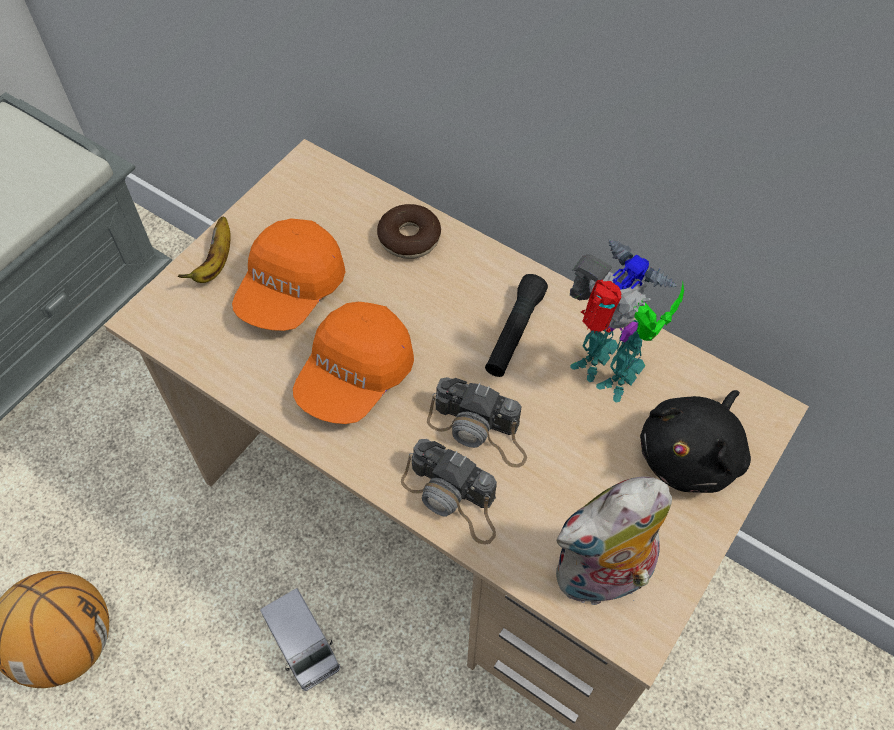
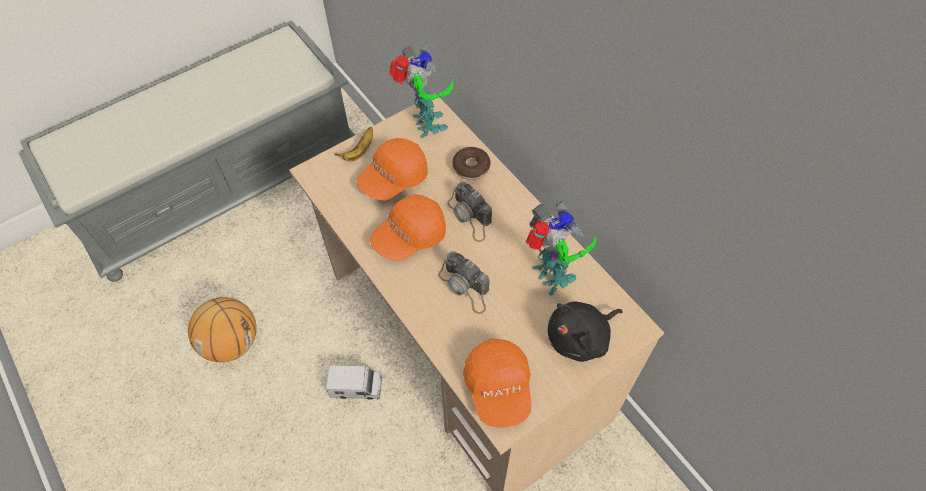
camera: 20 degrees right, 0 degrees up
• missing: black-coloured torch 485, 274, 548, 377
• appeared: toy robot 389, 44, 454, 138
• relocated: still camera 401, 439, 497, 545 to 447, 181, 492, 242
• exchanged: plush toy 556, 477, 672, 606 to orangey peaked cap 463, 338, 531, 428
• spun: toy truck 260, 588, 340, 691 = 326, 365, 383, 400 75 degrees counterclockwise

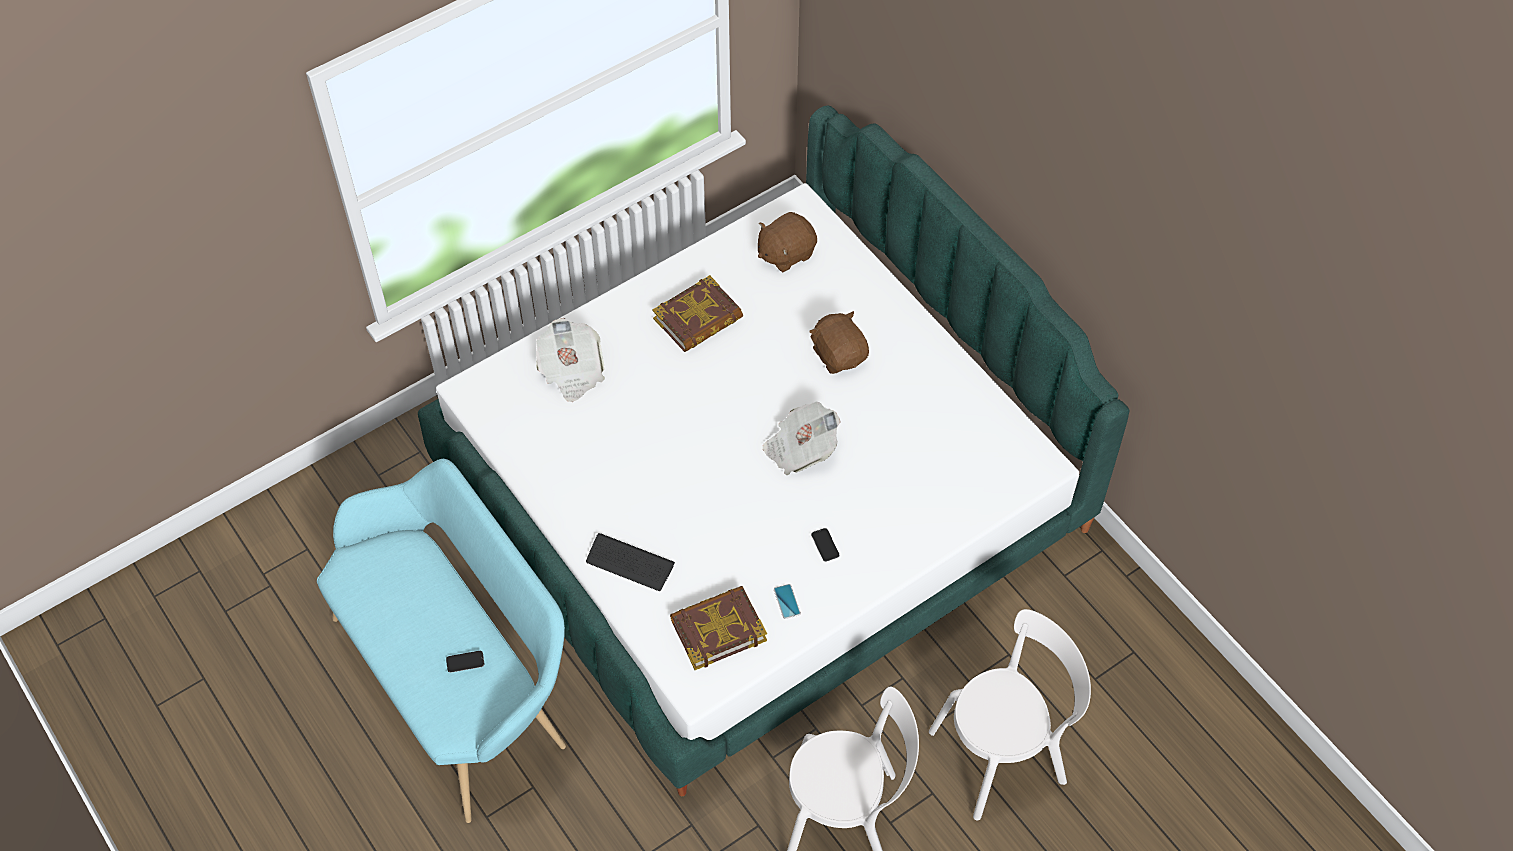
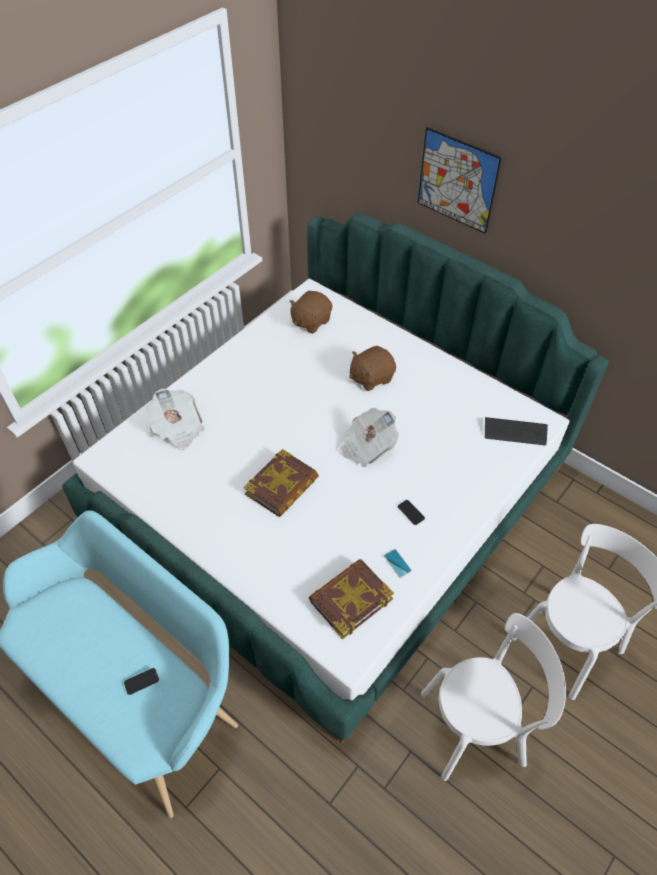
camera: 15 degrees left, 5 degrees down
• appeared: wall art 418, 127, 502, 234
• relocated: computer keyboard 586, 533, 675, 591 to 485, 417, 548, 445
• relocated: book 653, 275, 743, 352 to 244, 449, 319, 517
• spun: brownish plush toy 809, 311, 869, 374 = 349, 346, 396, 391 75 degrees counterclockwise

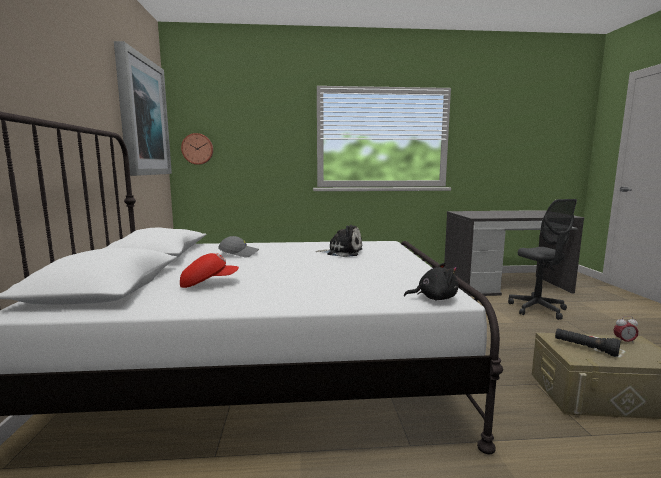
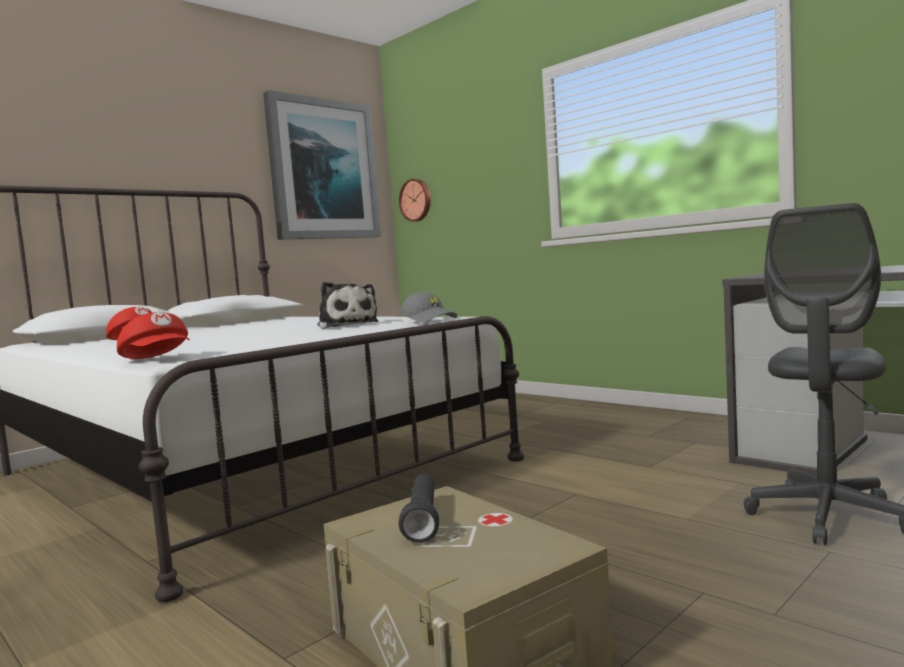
camera: 50 degrees right, 5 degrees down
• missing: table clock 614, 316, 639, 344
• relocated: greyish peaked cap 218, 236, 259, 257 to 400, 292, 457, 323
• exchanged: black-coloured plush toy 404, 263, 458, 300 to reddish peaked cap 117, 312, 190, 359

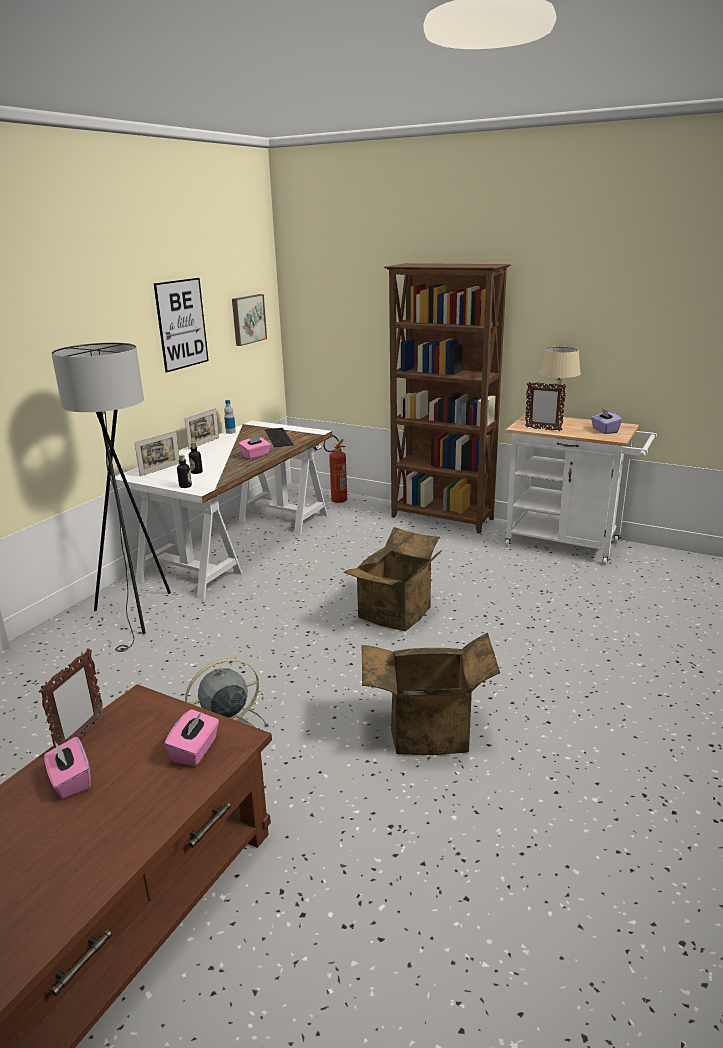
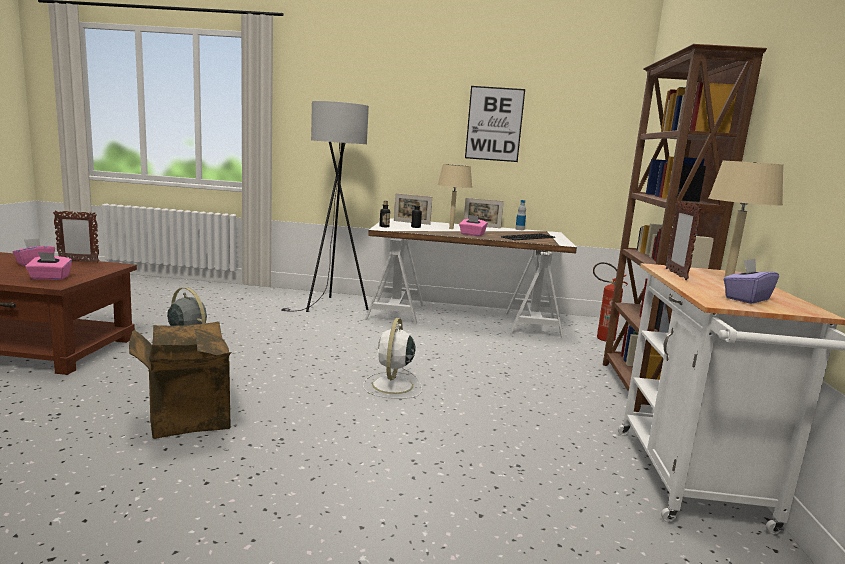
camera: 65 degrees right, 10 degrees down
• missing: wall art 232, 294, 267, 346
• appeared: sand-coloured table lamp 438, 164, 472, 229
• exchanged: carton 344, 527, 442, 631 to white fan 363, 318, 422, 399

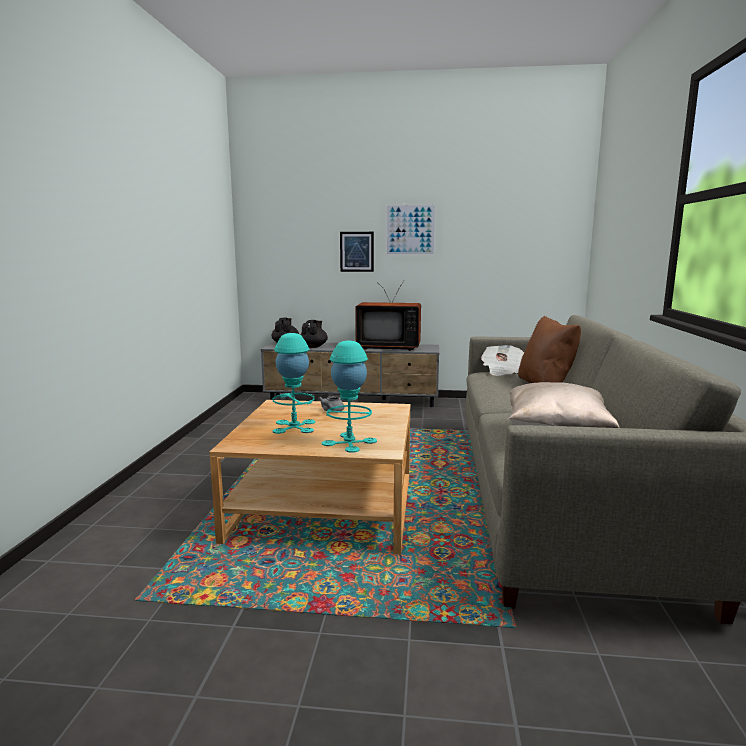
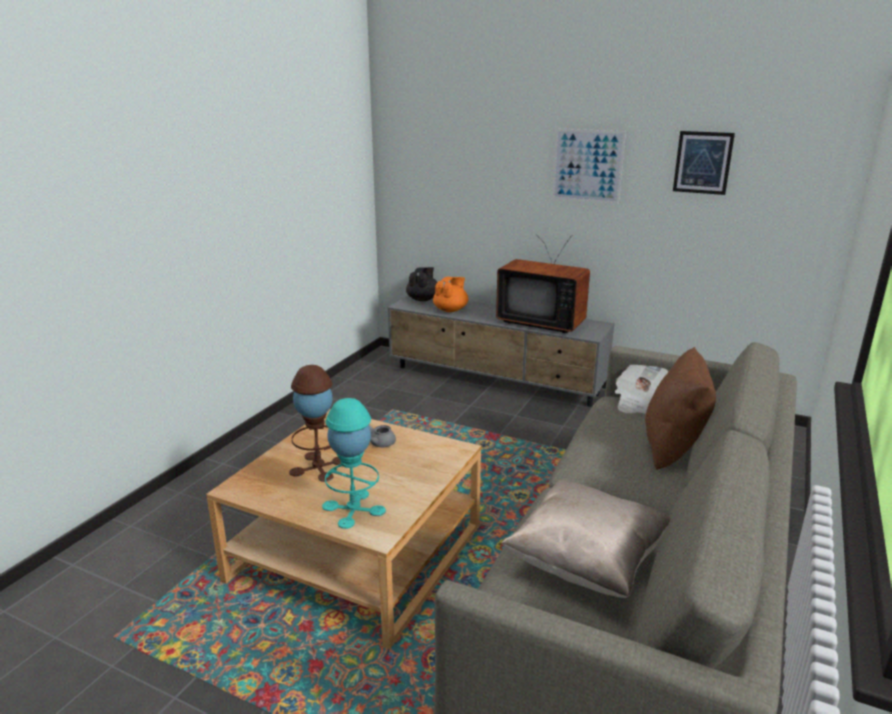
camera: 20 degrees right, 10 degrees up
• relocated: wall art 340, 232, 374, 272 to 673, 131, 735, 195
• colour: turquoise-coloured table lamp 273, 333, 315, 434 to brownish table lamp 289, 365, 341, 482
• colour: black-coloured pot for tea 300, 320, 328, 348 to orangey pot for tea 433, 277, 468, 312

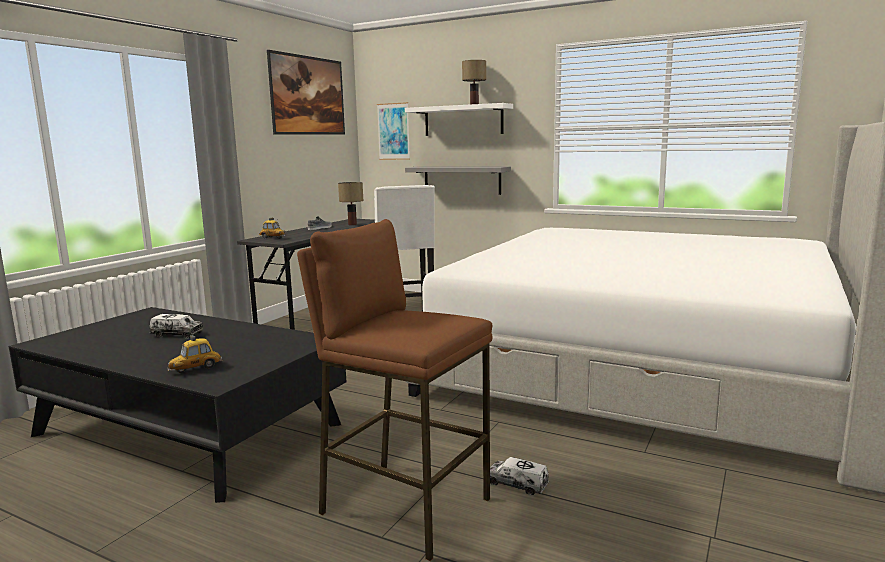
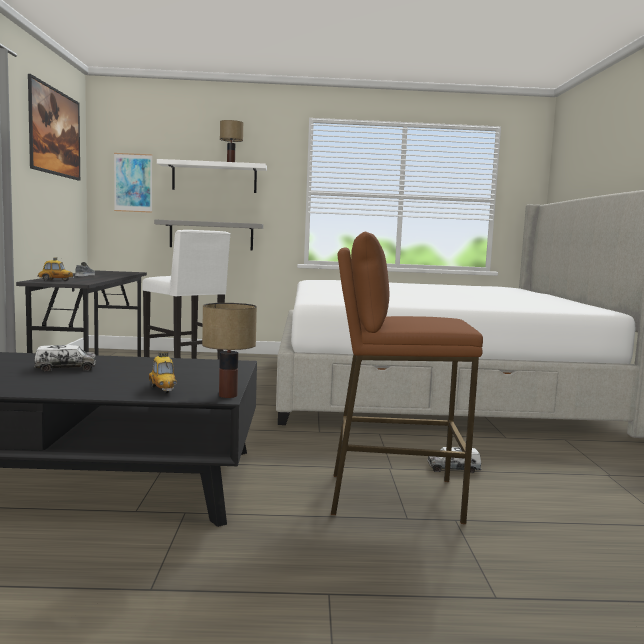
camera: 30 degrees left, 5 degrees down
• relocated: table lamp 338, 182, 363, 225 to 202, 303, 257, 398
• spun: toy car 167, 335, 223, 373 = 149, 352, 177, 394 45 degrees counterclockwise

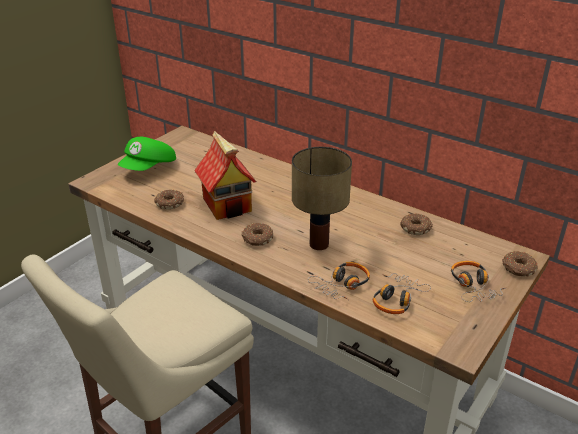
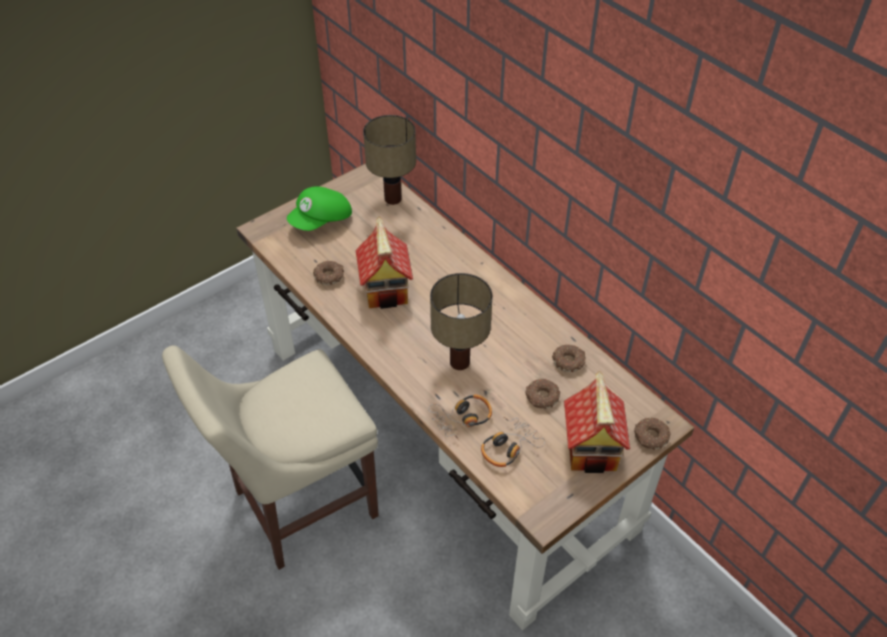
camera: 15 degrees right, 15 degrees up
• appeared: table lamp 363, 115, 416, 205
• relocated: donut 242, 223, 273, 246 to 525, 379, 560, 409
• exchanged: headset 451, 261, 506, 302 to toy house 564, 370, 630, 473

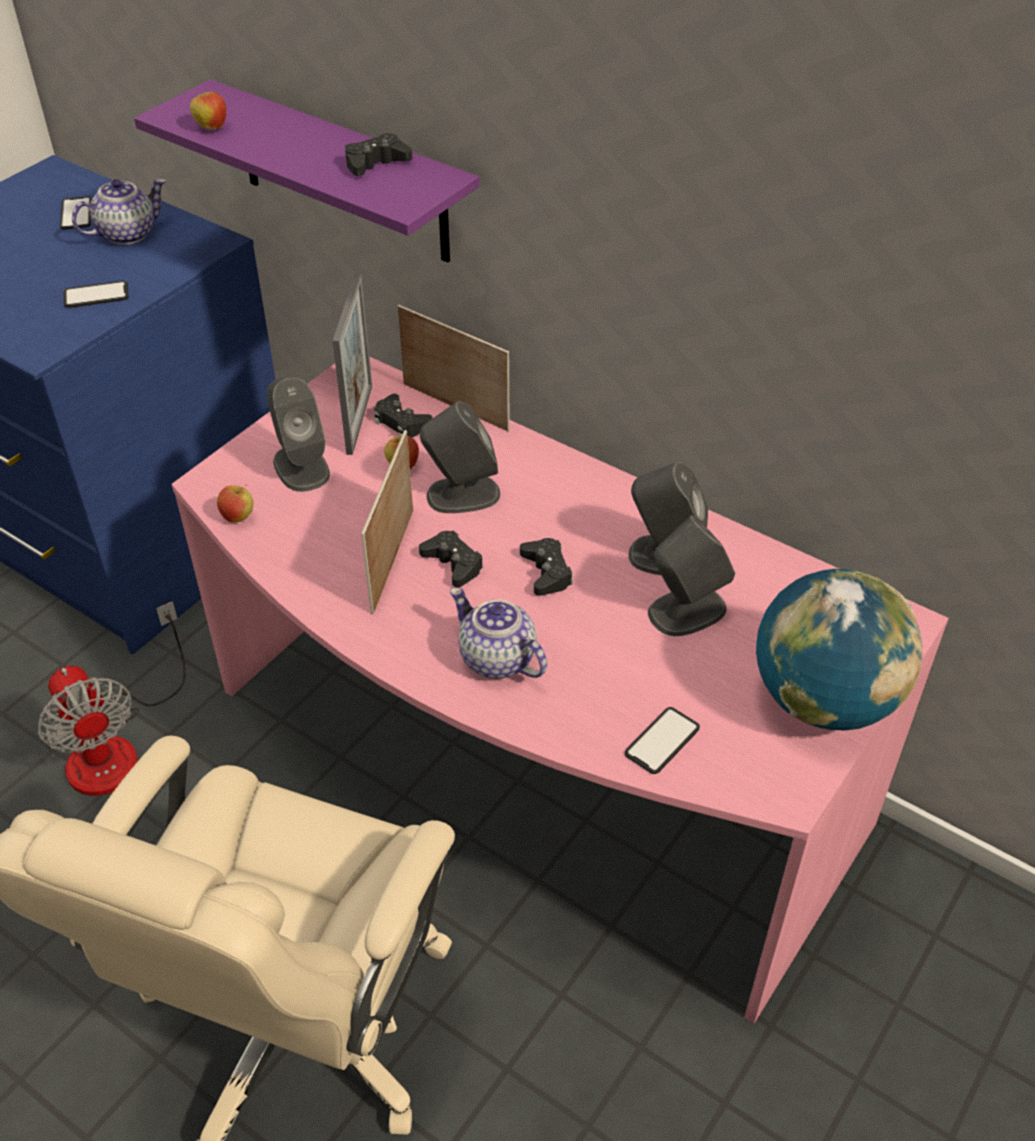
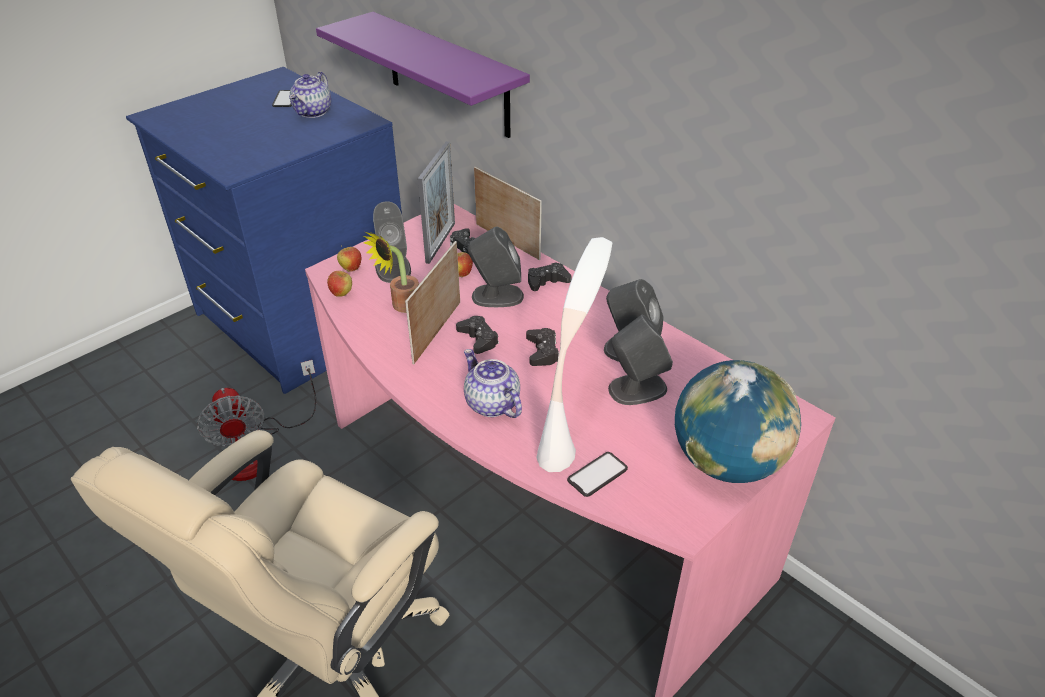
camera: 10 degrees right, 5 degrees down
• missing: phone 63, 281, 129, 308
• appeared: potted plant 363, 232, 419, 313
• appeared: white table lamp 536, 237, 612, 472
• relocated: apple fruit 190, 91, 226, 130 to 337, 246, 361, 271
• relocated: black-coloured game controller 345, 133, 412, 176 to 528, 262, 572, 291
• spun: pot for tea 72, 179, 166, 245 = 289, 72, 331, 118 135 degrees clockwise

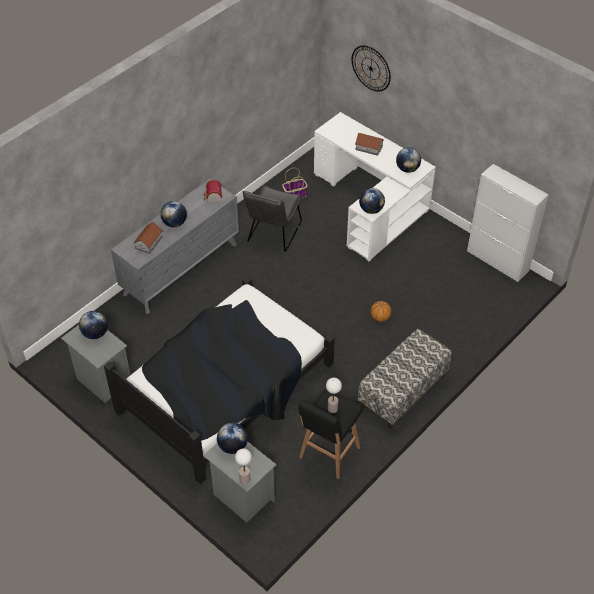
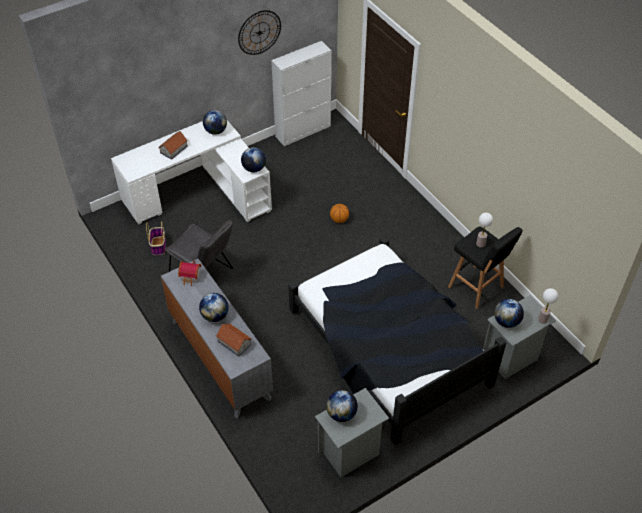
camera: 75 degrees left, 0 degrees up
• missing: indoor bench 358, 329, 452, 429
• relocated: clock on the wall 352, 45, 391, 92 to 238, 10, 281, 55

